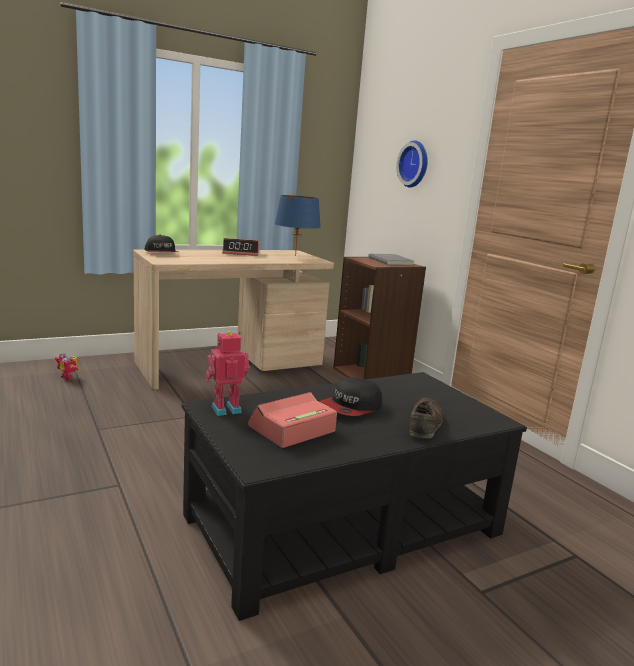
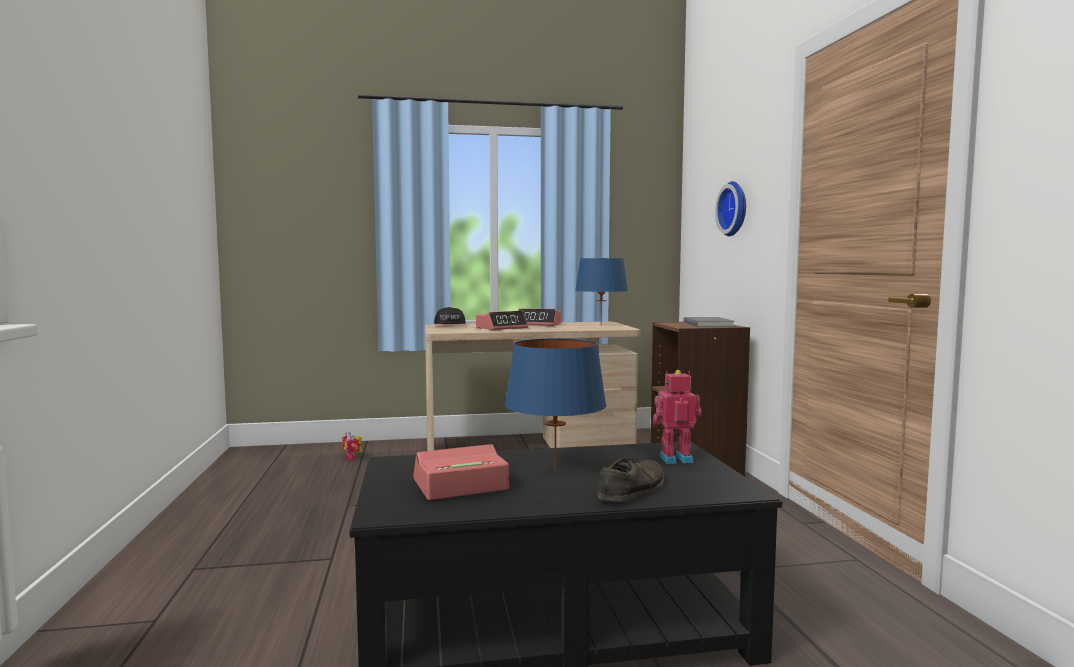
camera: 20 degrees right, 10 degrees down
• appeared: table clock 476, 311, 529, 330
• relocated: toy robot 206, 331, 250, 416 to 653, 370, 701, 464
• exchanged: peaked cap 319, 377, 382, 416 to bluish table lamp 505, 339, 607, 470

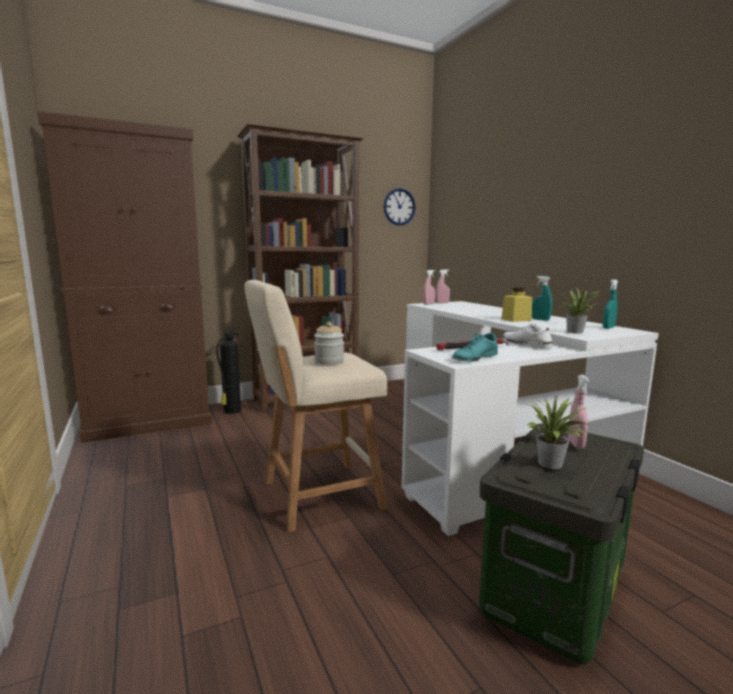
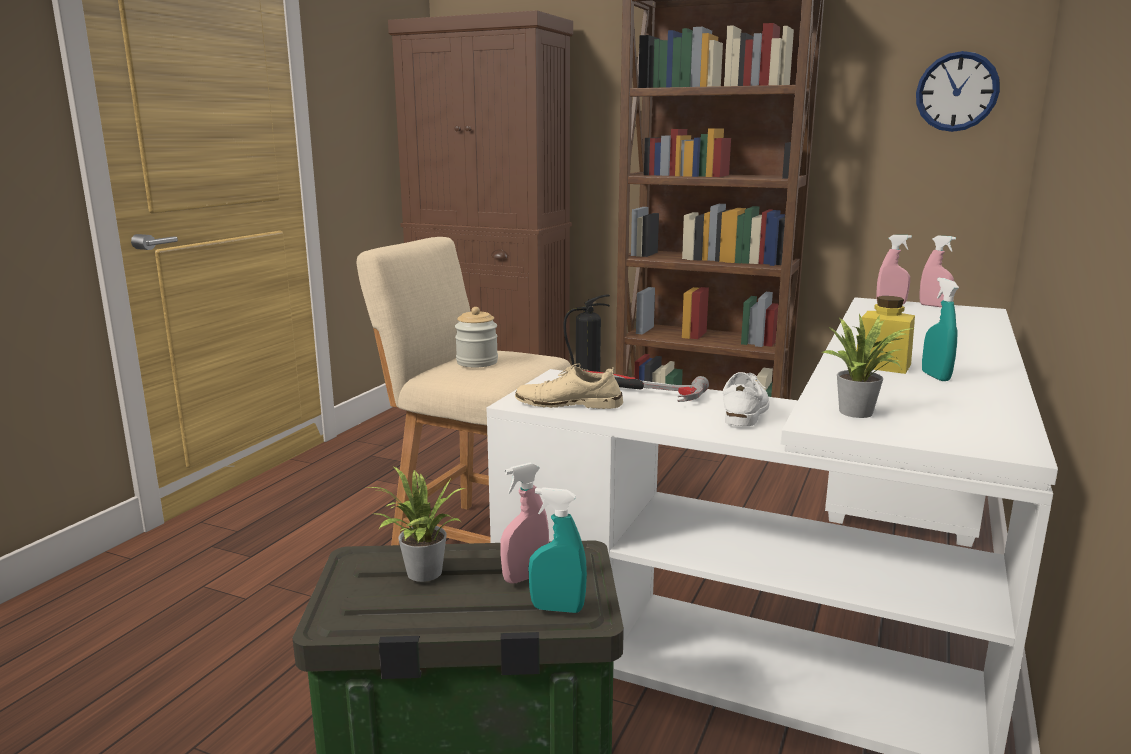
camera: 50 degrees right, 5 degrees up
• relocated: turquoise-coloured hand sprayer 603, 279, 618, 329 to 528, 487, 587, 613
• colour: turquoise-coloured low shoe 452, 332, 498, 362 to sand-coloured low shoe 515, 363, 623, 409

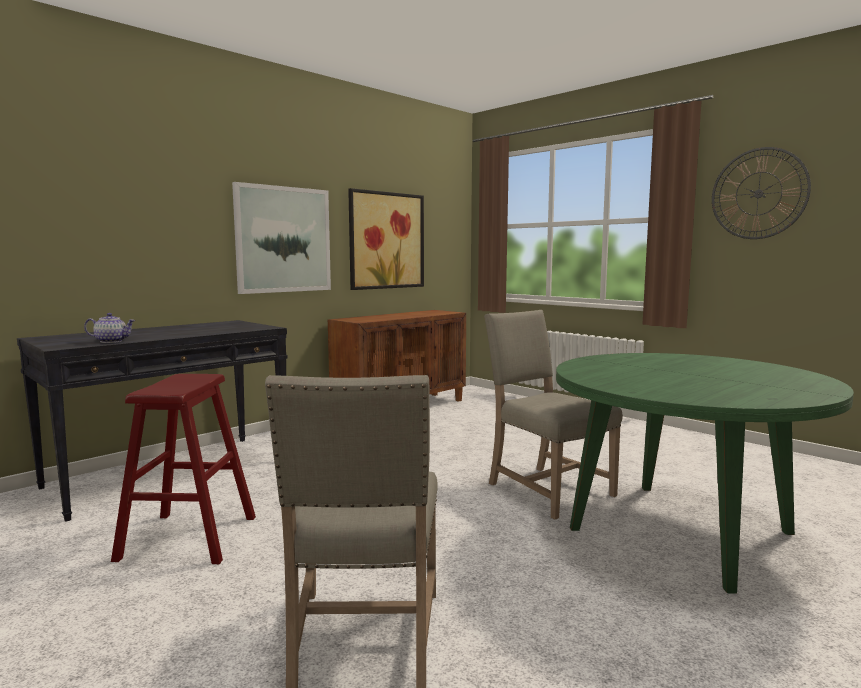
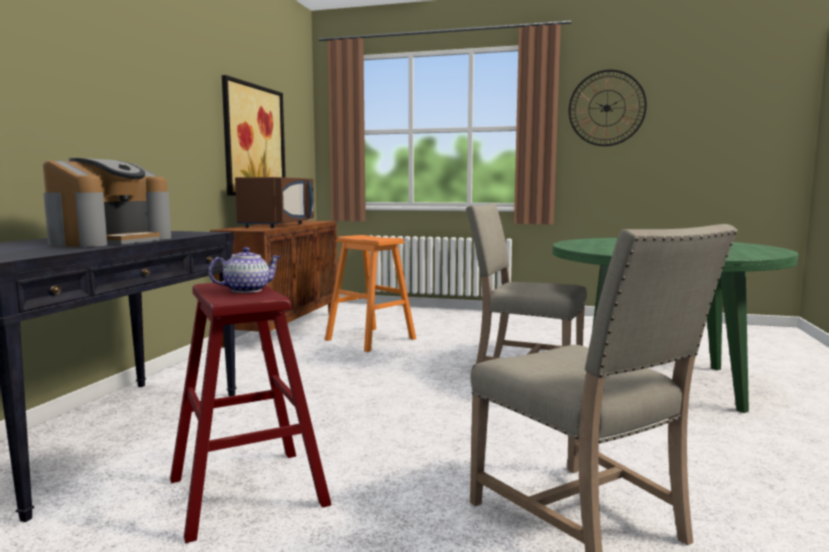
camera: 30 degrees left, 0 degrees up
• missing: wall art 232, 182, 331, 294
• appeared: coffee machine 43, 158, 171, 247
• appeared: brownish microwave oven 235, 177, 314, 228
• appeared: orangey sitting stool 325, 235, 416, 352
• relocated: pot for tea 84, 313, 136, 343 to 209, 247, 281, 293

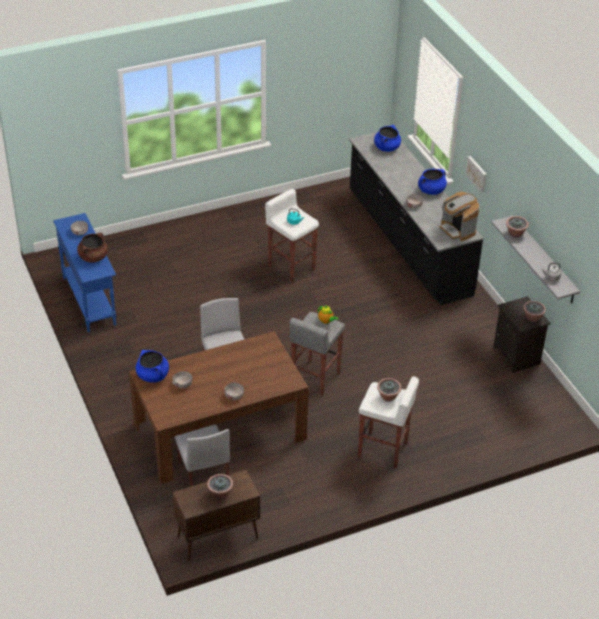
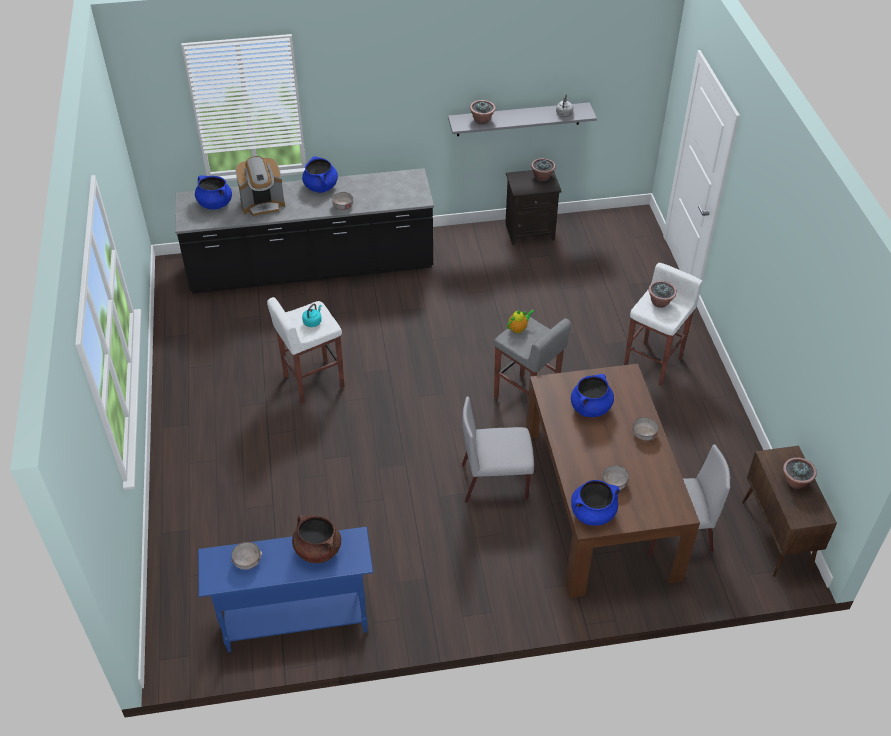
camera: 75 degrees left, 5 degrees up
• missing: wall art 465, 156, 487, 193
• appeared: bluish cooking pot 571, 374, 614, 417
• relocated: coffee machine 440, 192, 480, 241 to 236, 156, 285, 217

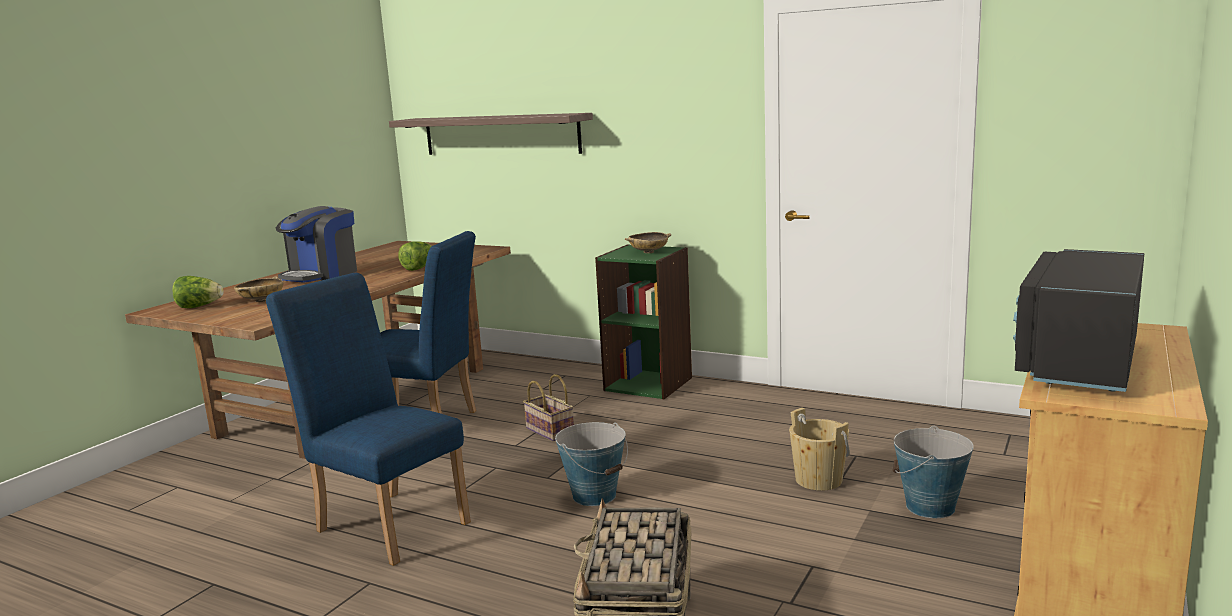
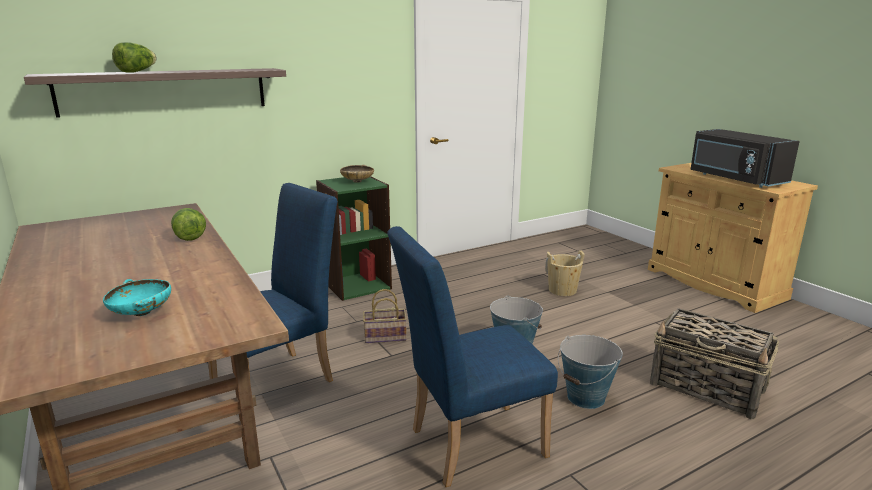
camera: 60 degrees left, 5 degrees up
• missing: coffee machine 276, 206, 357, 283
• relocated: lettuce 172, 276, 224, 308 to 112, 42, 157, 73
• relocated: water bucket 893, 426, 974, 518 to 558, 335, 623, 409
• colour: sand-coloured deep dish 234, 276, 284, 302 to turquoise-coloured deep dish 103, 279, 171, 316

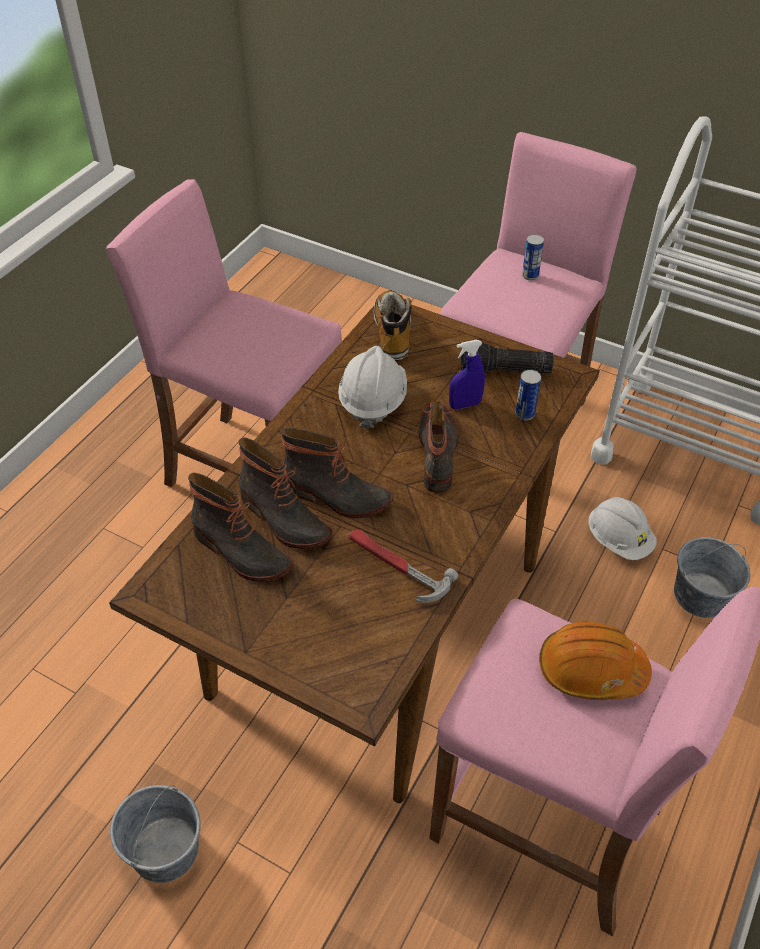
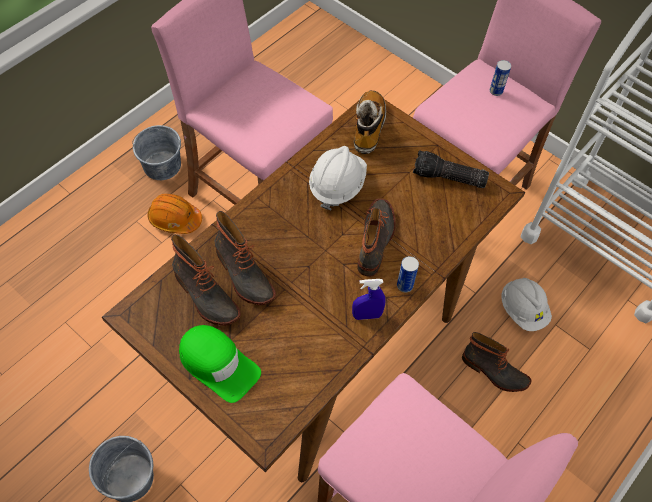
camera: 10 degrees right, 10 degrees up
• missing: hand hammer 349, 530, 459, 603
• appeared: greenish peaked cap 179, 325, 261, 403
• relocated: tall boot 281, 428, 394, 518 to 462, 332, 531, 392
• relocated: bluish hand sprayer 449, 340, 485, 410 to 352, 279, 385, 320
• relocated: metal can 516, 370, 541, 421 to 397, 256, 419, 292
• relocated: orangey work helmet 539, 622, 652, 700 to 147, 194, 202, 234
• relocated: greyish water bucket 674, 537, 751, 618 to 132, 125, 181, 180

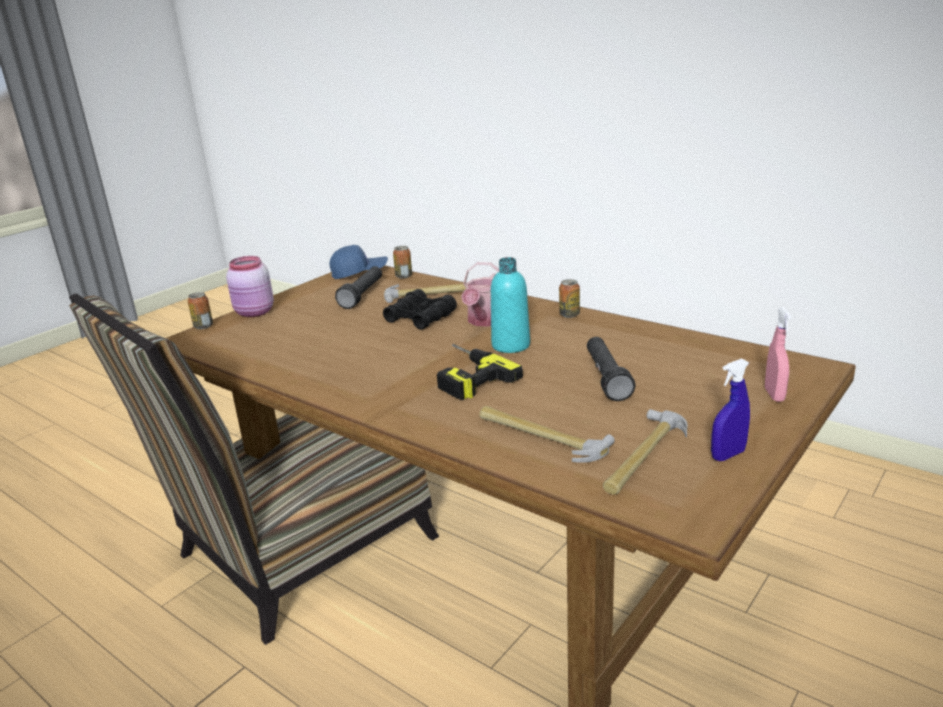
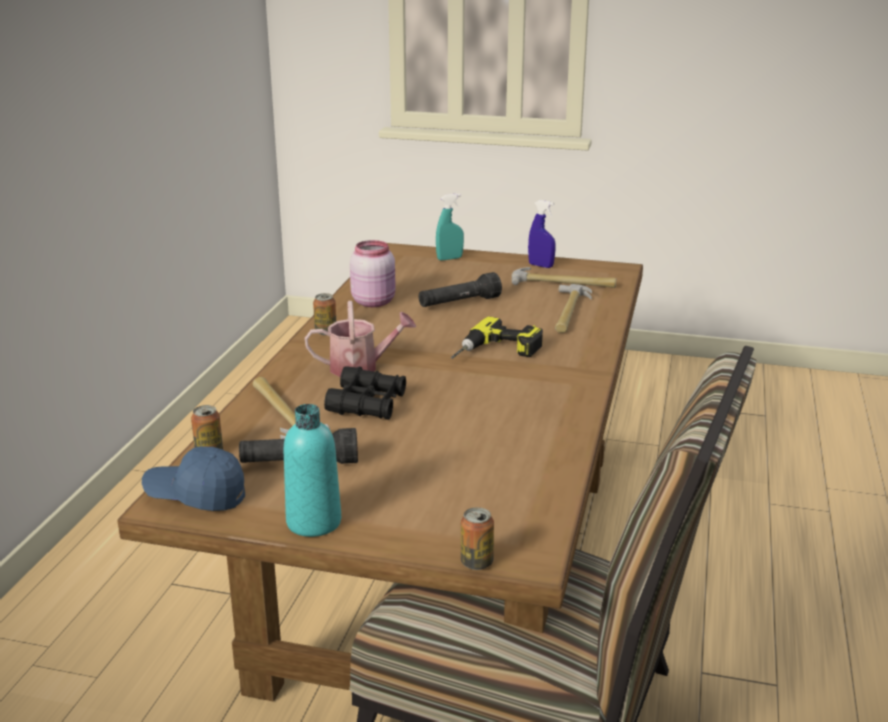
camera: 115 degrees left, 0 degrees up
• relocated: pink-coloured storage jar 226, 256, 274, 317 to 350, 240, 396, 307
• relocated: turquoise-coloured drink bottle 491, 257, 530, 353 to 284, 404, 341, 537
• colour: pink-coloured hand sprayer 765, 307, 792, 402 to turquoise-coloured hand sprayer 436, 193, 464, 260
• spun: bluish peaked cap 329, 245, 388, 279 = 142, 446, 245, 511 45 degrees counterclockwise

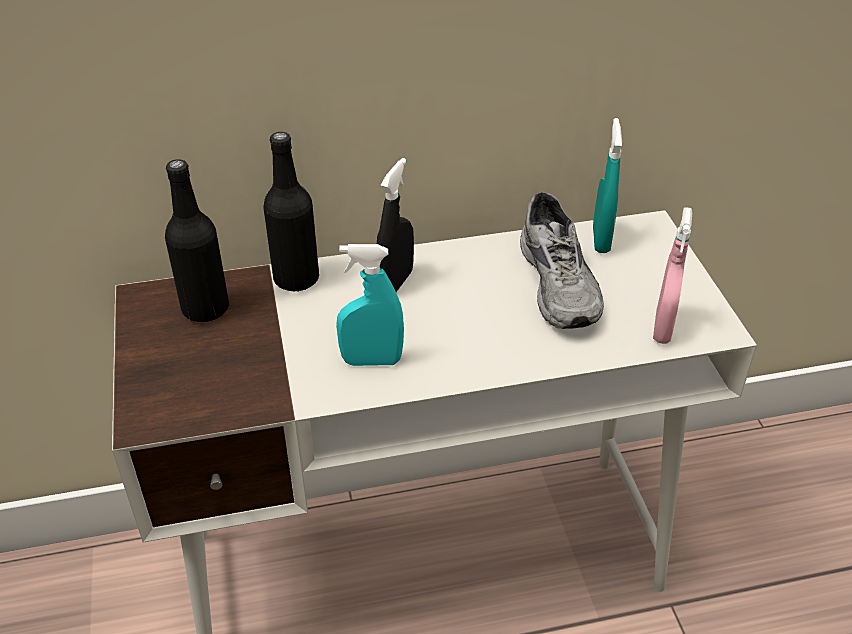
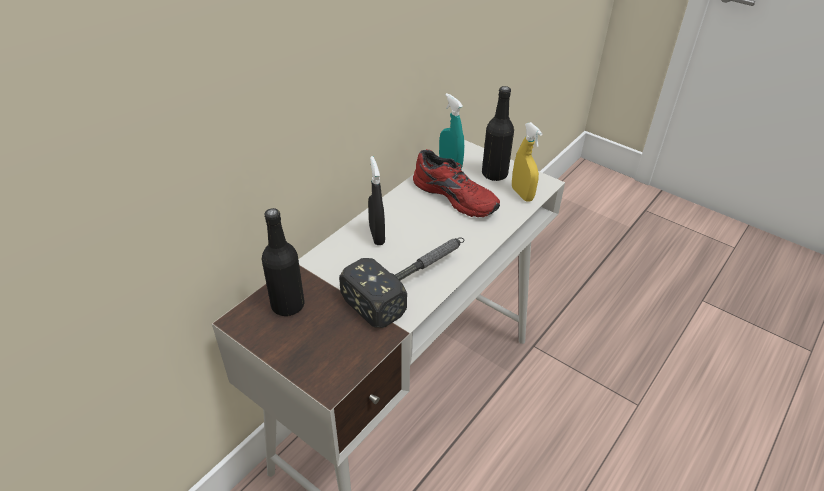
camera: 40 degrees left, 0 degrees up
• relocated: black-coloured drink bottle 263, 132, 319, 291 to 482, 86, 514, 181
• exchanged: turquoise-coloured hand sprayer 336, 244, 404, 366 to hand hammer 339, 237, 464, 328
• colour: greyish low shoe 520, 192, 604, 329 to reddish low shoe 413, 149, 500, 217
• colour: pink-coloured hand sprayer 653, 207, 692, 344 to yellow-coloured hand sprayer 512, 122, 543, 202

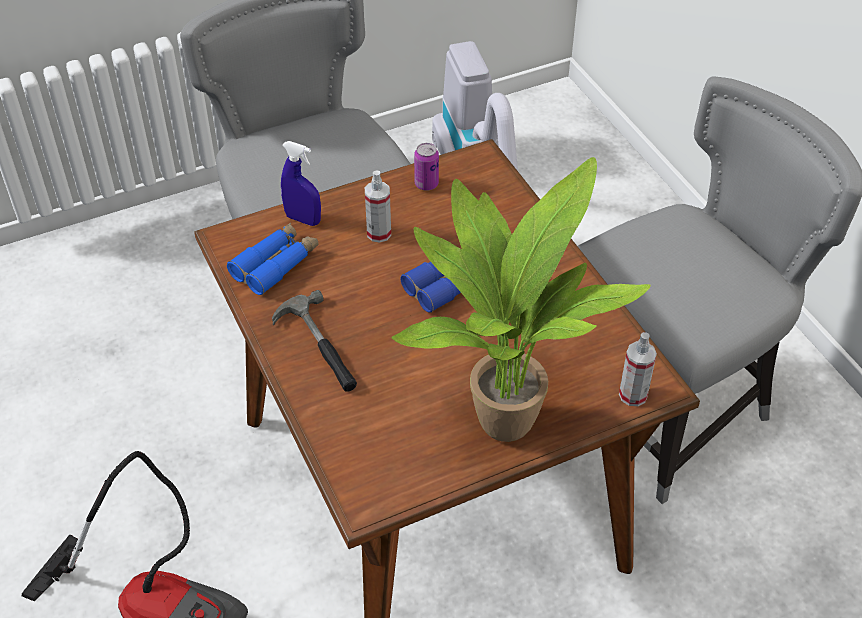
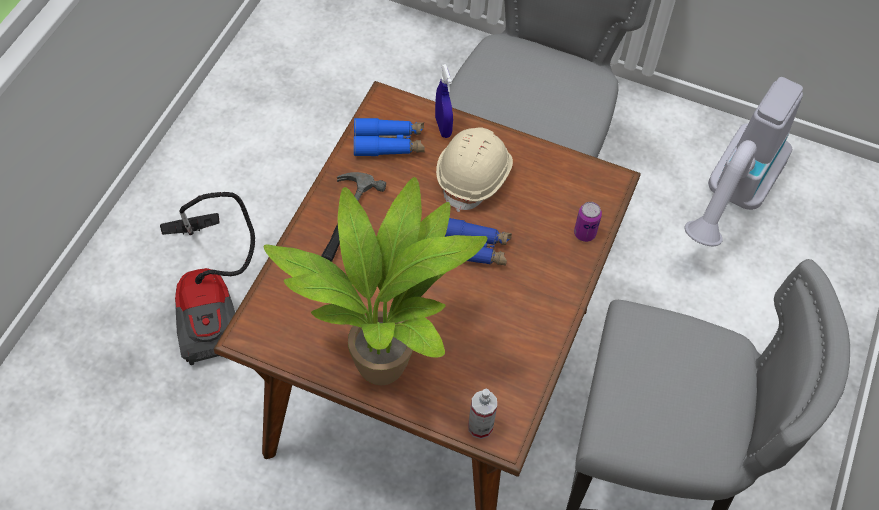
camera: 45 degrees right, 10 degrees up
• relocated: metal can 414, 143, 439, 191 to 574, 202, 602, 242
• exchanged: hand sprayer 365, 171, 391, 243 to sand-coloured work helmet 436, 127, 513, 212

